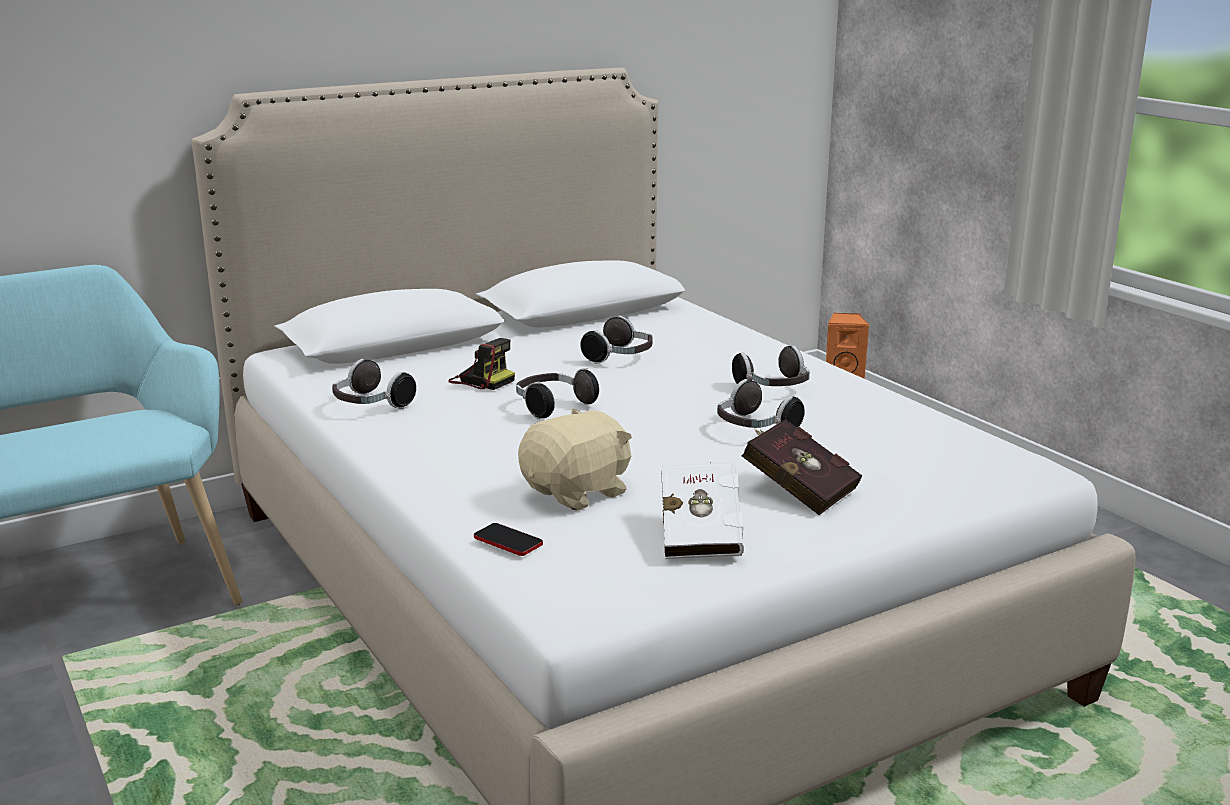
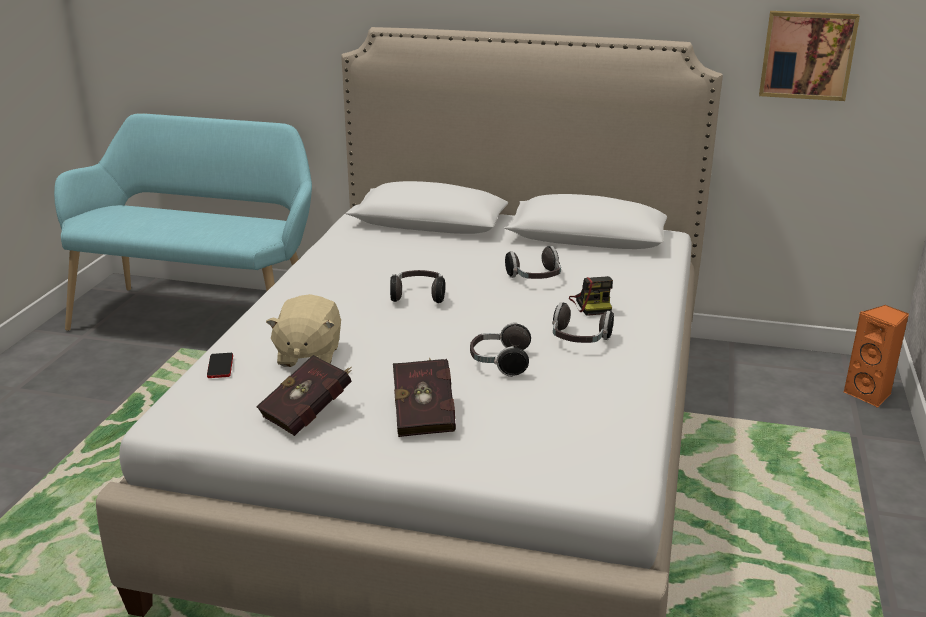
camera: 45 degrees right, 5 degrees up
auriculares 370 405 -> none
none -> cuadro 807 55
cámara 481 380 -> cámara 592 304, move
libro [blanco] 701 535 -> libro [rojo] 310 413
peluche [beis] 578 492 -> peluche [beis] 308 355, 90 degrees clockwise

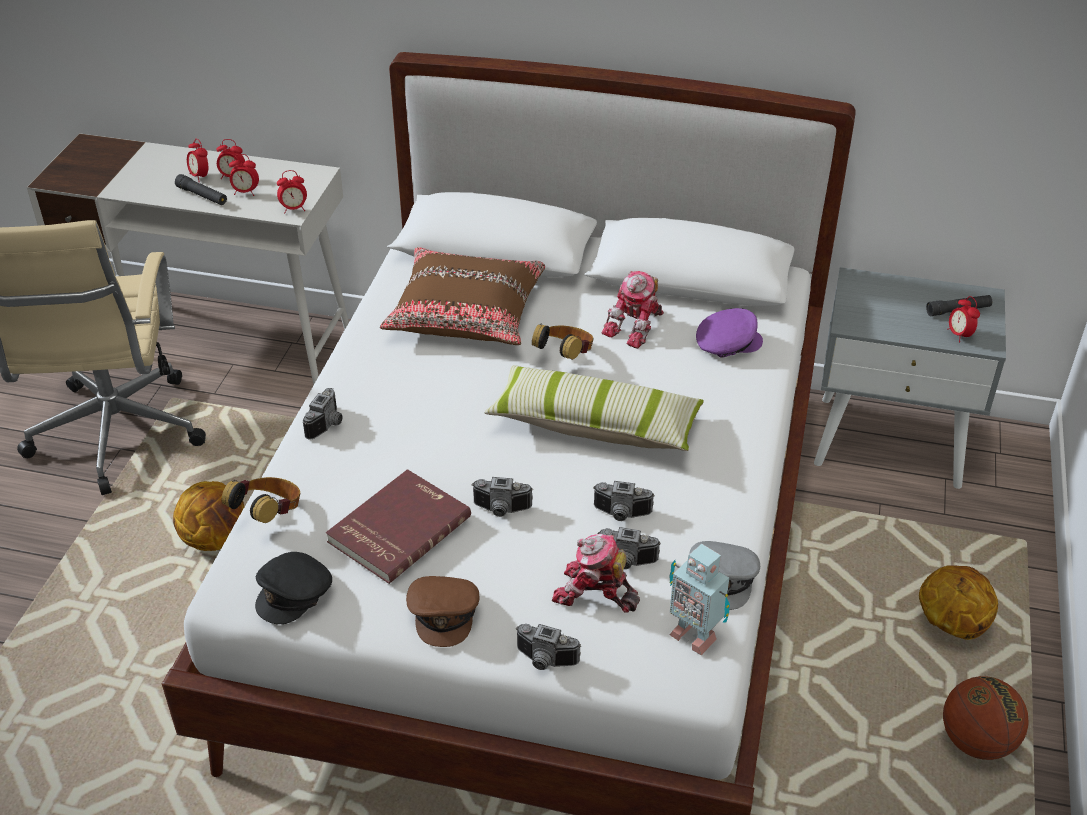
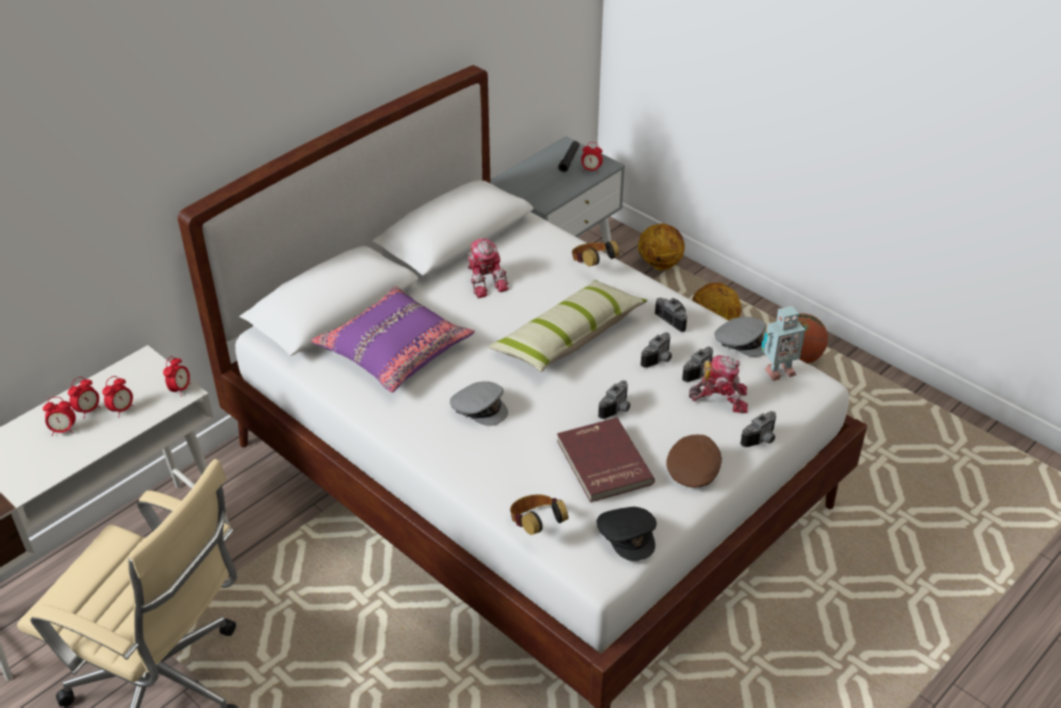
camera: 60 degrees left, 0 degrees up
linterna [negro] 202 196 -> none
gorra [morado] 727 343 -> none
none -> gorra [gris] 479 408
balón de baloncesto 216 539 -> balón de baloncesto 659 264, move
cámara 328 424 -> cámara 674 319, move
auriculares 565 357 -> auriculares 592 265, move
cojín [marrón] 467 312 -> cojín [morado] 394 350
gorra [marrón] 444 613 -> gorra [marrón] 693 469, 90 degrees counterclockwise
robot de juguete 594 594 -> robot de juguete 720 397, 135 degrees counterclockwise

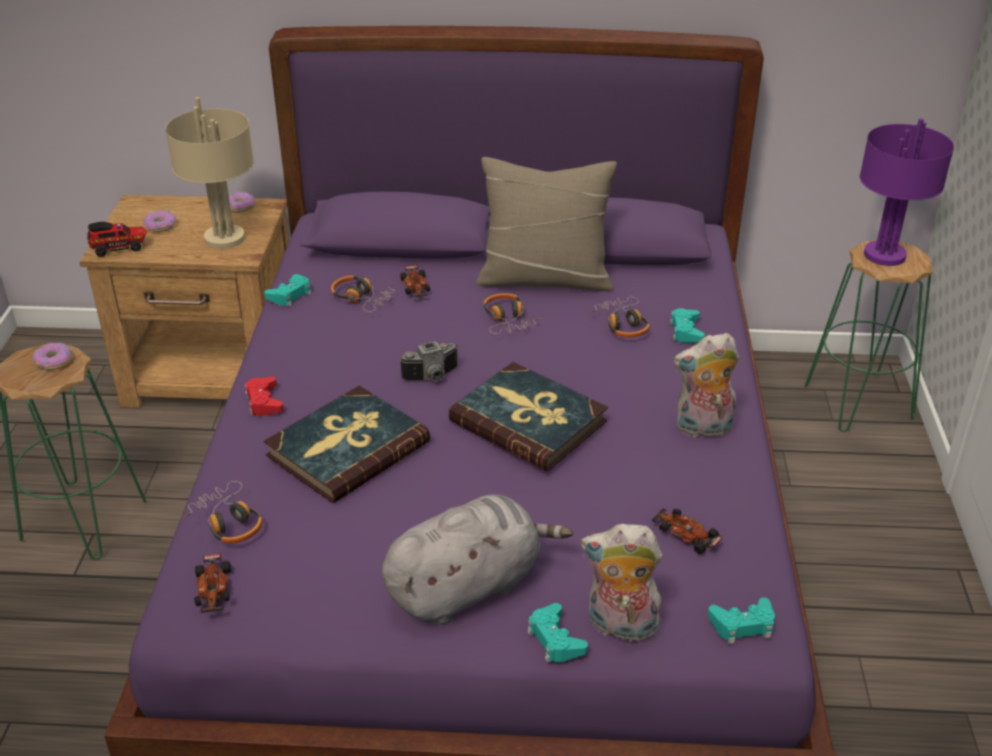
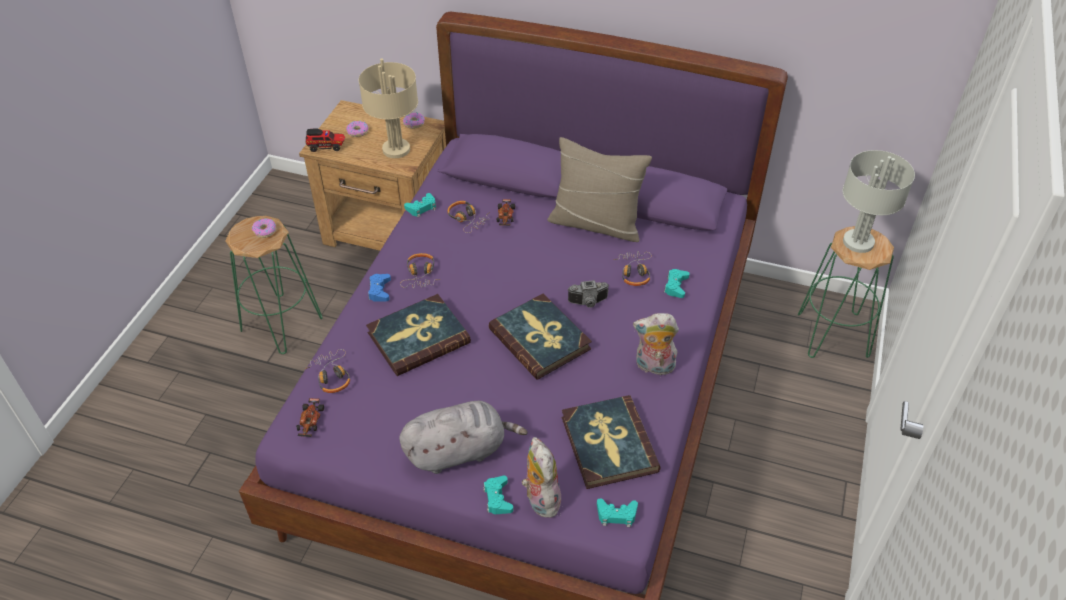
camera: 15 degrees right, 10 degrees up
cámara 432 377 -> cámara 588 303, move
auriculares 508 320 -> auriculares 420 275, move
coche de juguete 686 535 -> libro 608 444
mando de consola [rojo] 264 402 -> mando de consola [azul] 379 291
lámpara de mesa [morado] 883 255 -> lámpara de mesa [gris] 857 242
peluche 619 626 -> peluche 540 499, 45 degrees clockwise

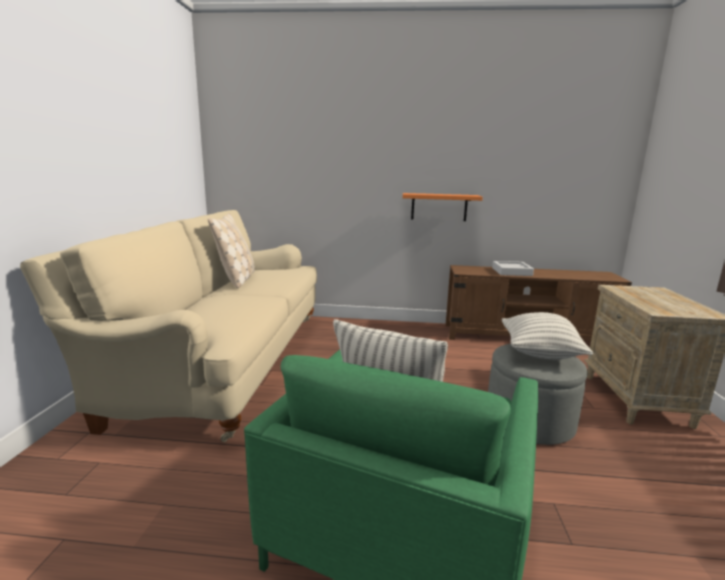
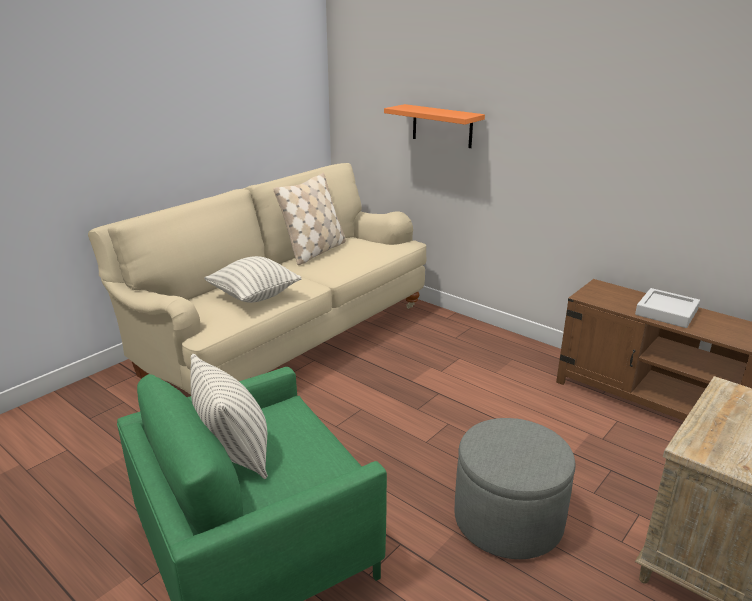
camera: 35 degrees right, 10 degrees up
estante [naranja] 439 207 -> estante [naranja] 442 126, move
cojín 540 354 -> cojín 254 296, move

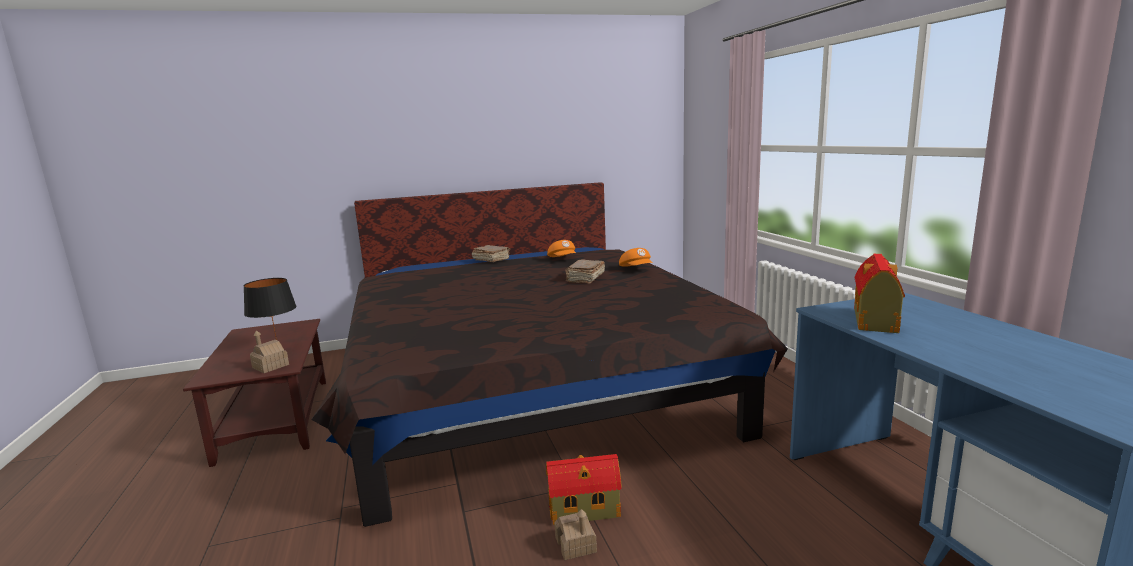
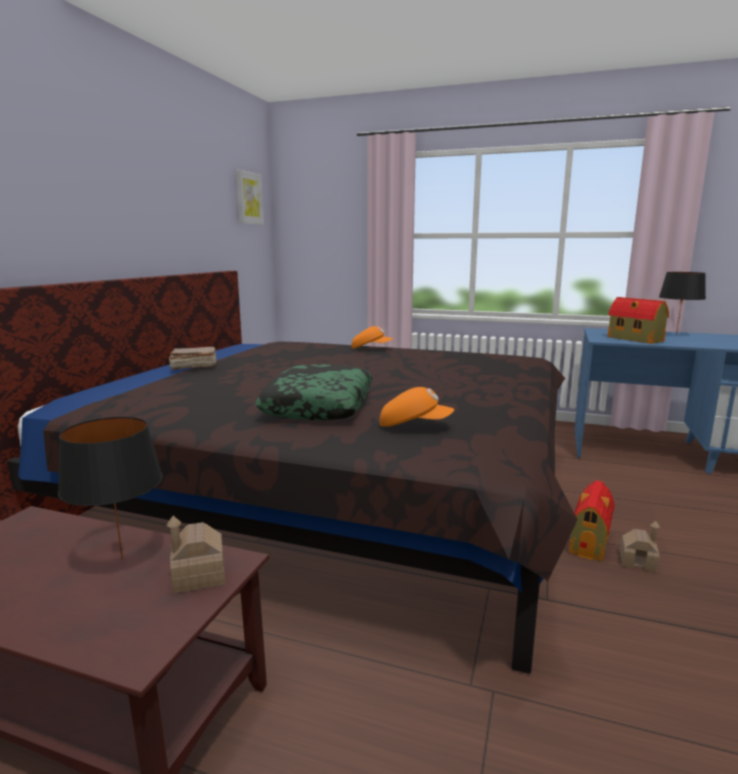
camera: 55 degrees left, 0 degrees up
libro [marrón] 585 278 -> none
none -> cuadro 248 198
none -> cojín 319 405
none -> lámpara de mesa [negro] 676 334
gorra [naranja] 563 259 -> gorra [naranja] 414 425, move

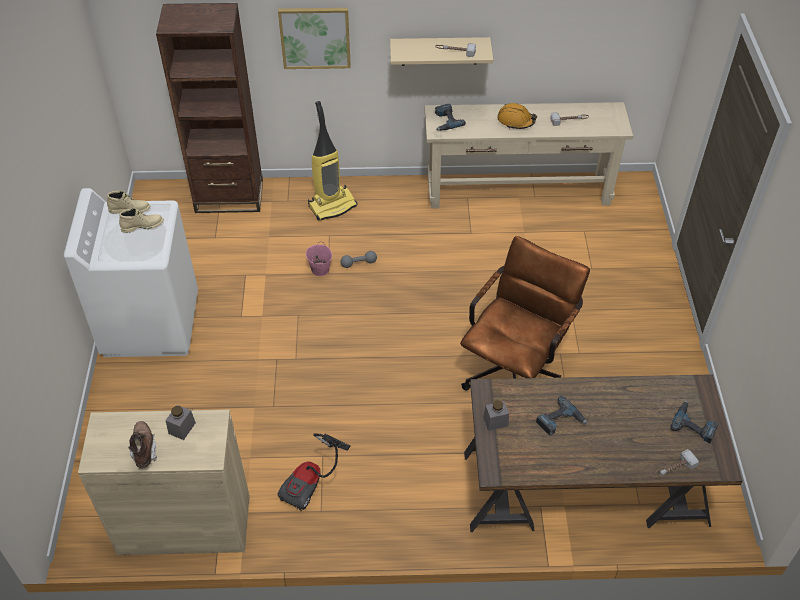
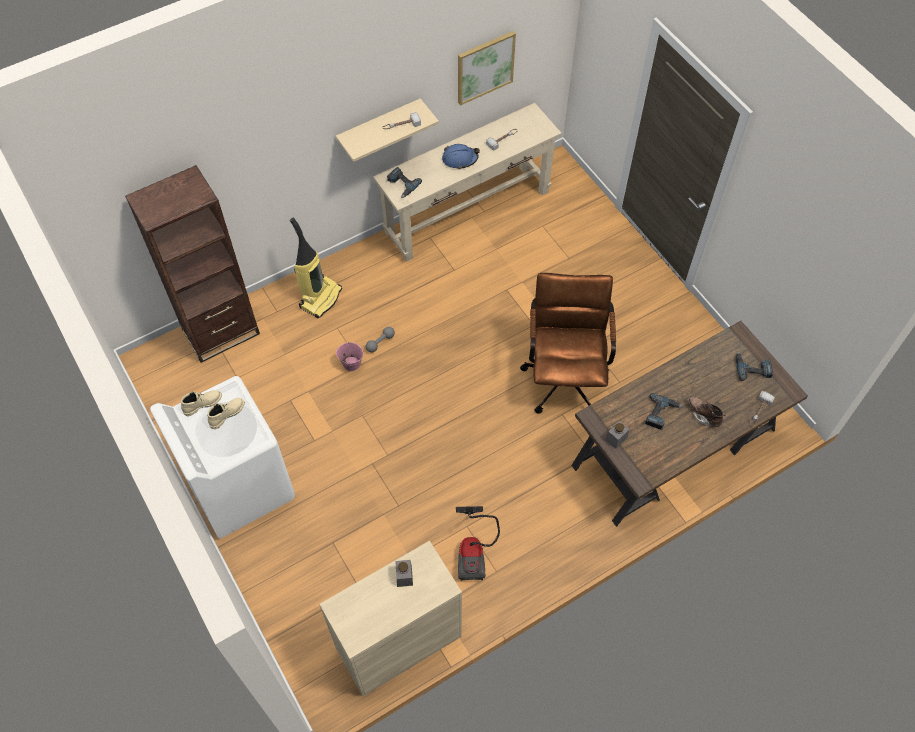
camera: 30 degrees left, 10 degrees up
bota [marrón] 143 449 -> bota [marrón] 703 415, move
cuadro 315 37 -> cuadro 485 67, move
casco [naranja] 515 121 -> casco [azul] 460 159

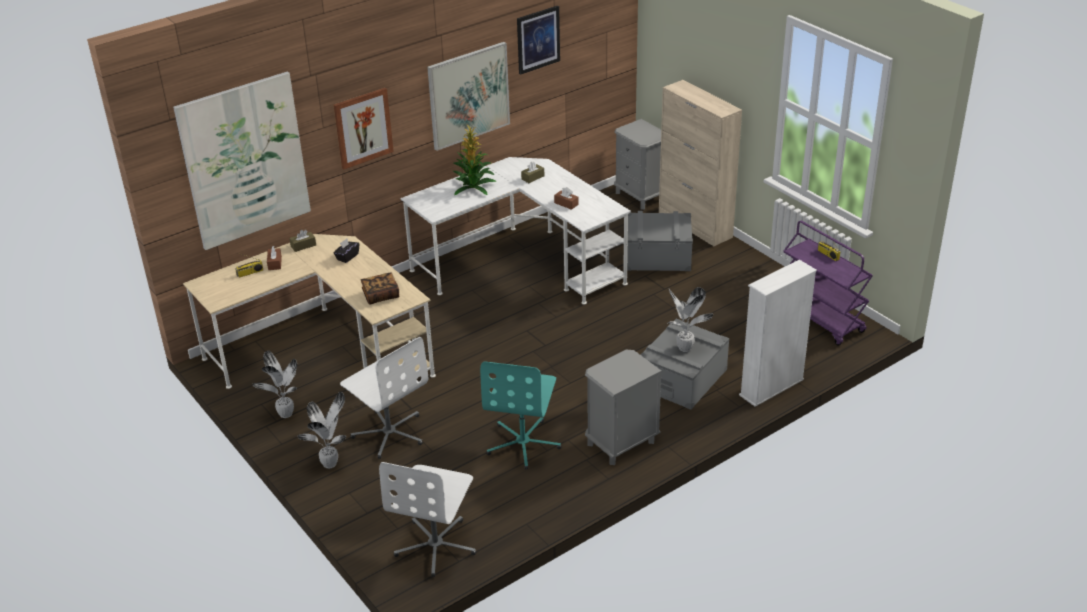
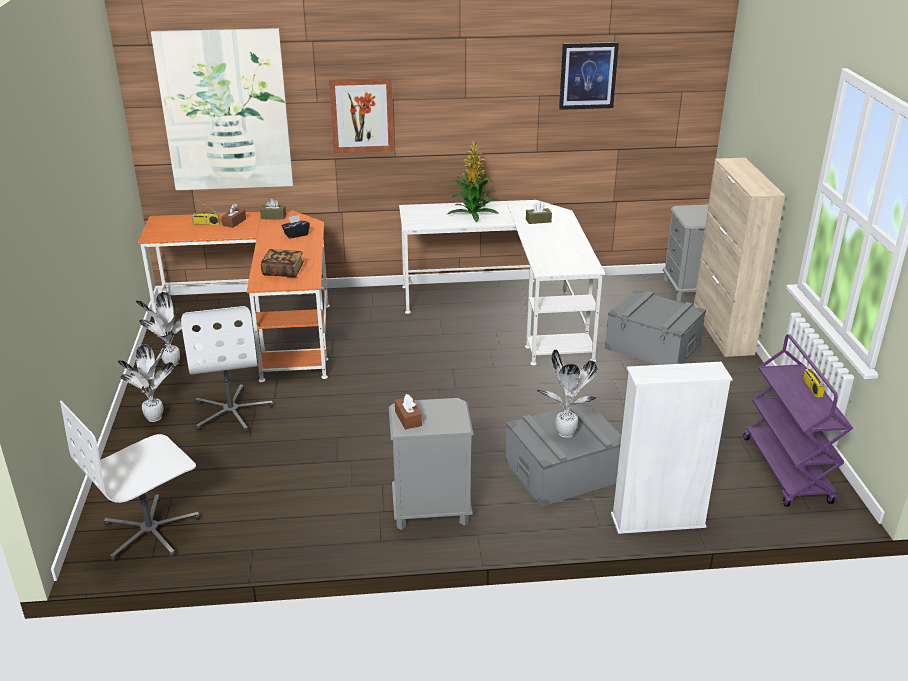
camera: 30 degrees right, 5 degrees down
cuadro 468 95 -> none
silla de oficina [turquesa] 523 443 -> none
caja de pañuelos [marrón] 566 204 -> caja de pañuelos [marrón] 408 418, move
escritorio [beis] 325 350 -> escritorio [naranja] 261 325

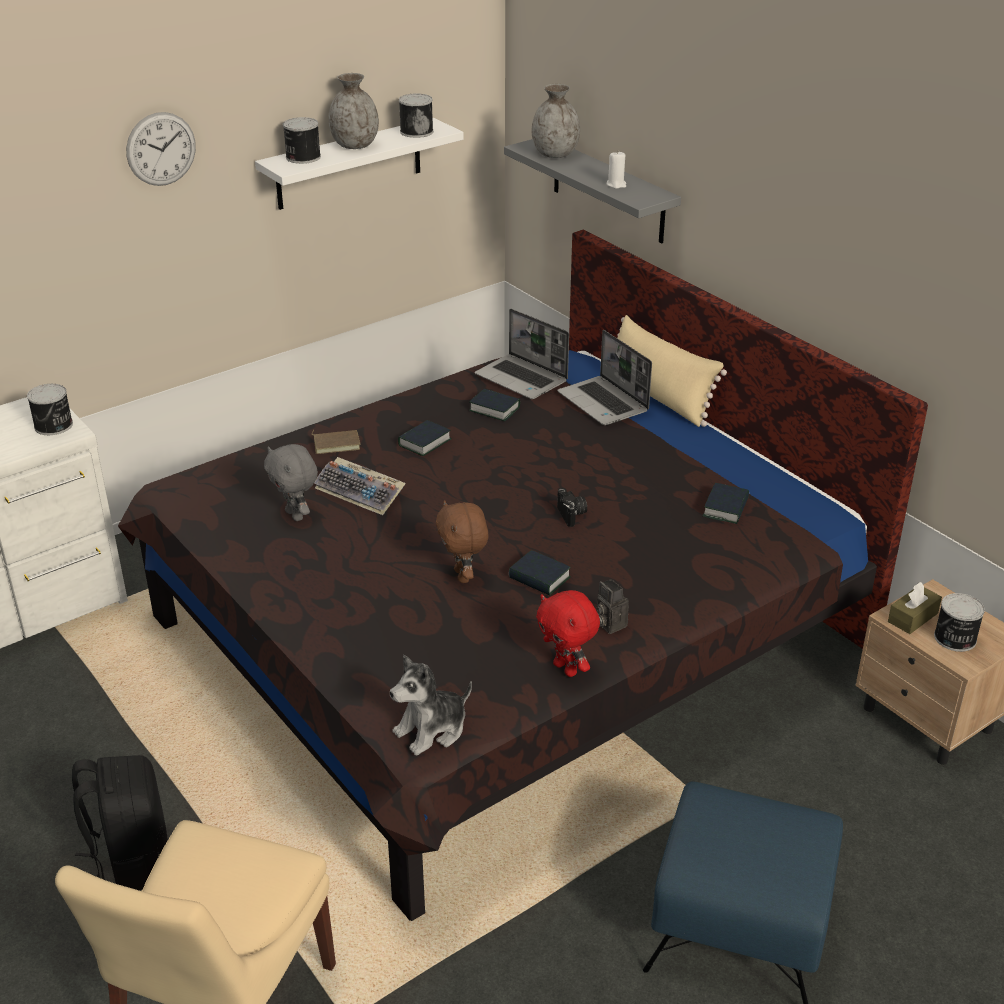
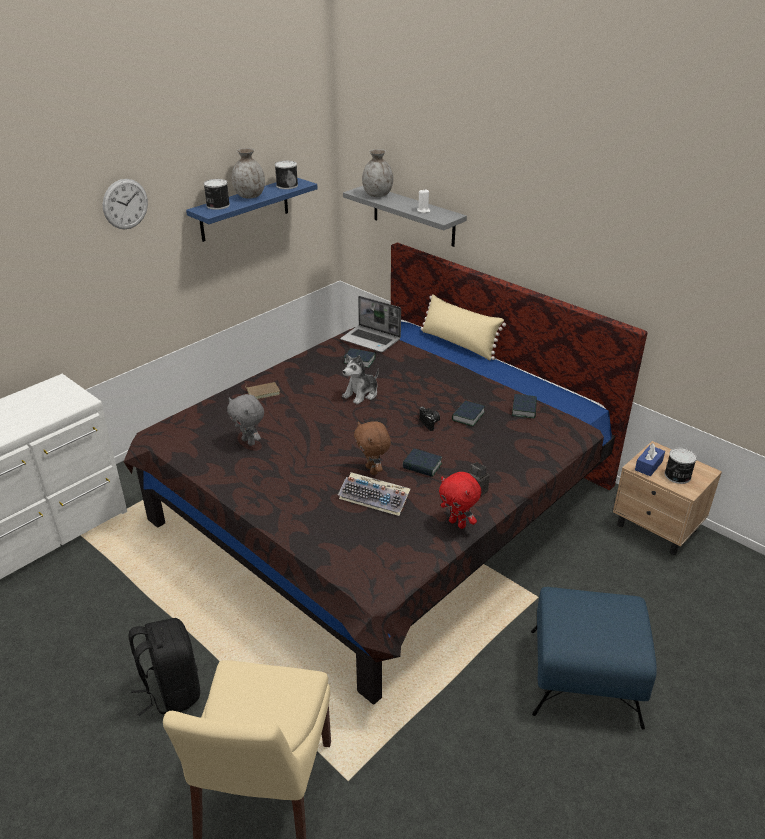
camera: 10 degrees left, 0 degrees up
lata 54 426 -> none
portátil 604 403 -> none
teclado 361 492 -> teclado 375 498, move
peluche 432 730 -> peluche 361 394, move
libro 424 442 -> libro 468 416, move
estante [blanco] 349 164 -> estante [azul] 244 209
caja de pañuelos [marrón] 912 617 -> caja de pañuelos [azul] 648 465

